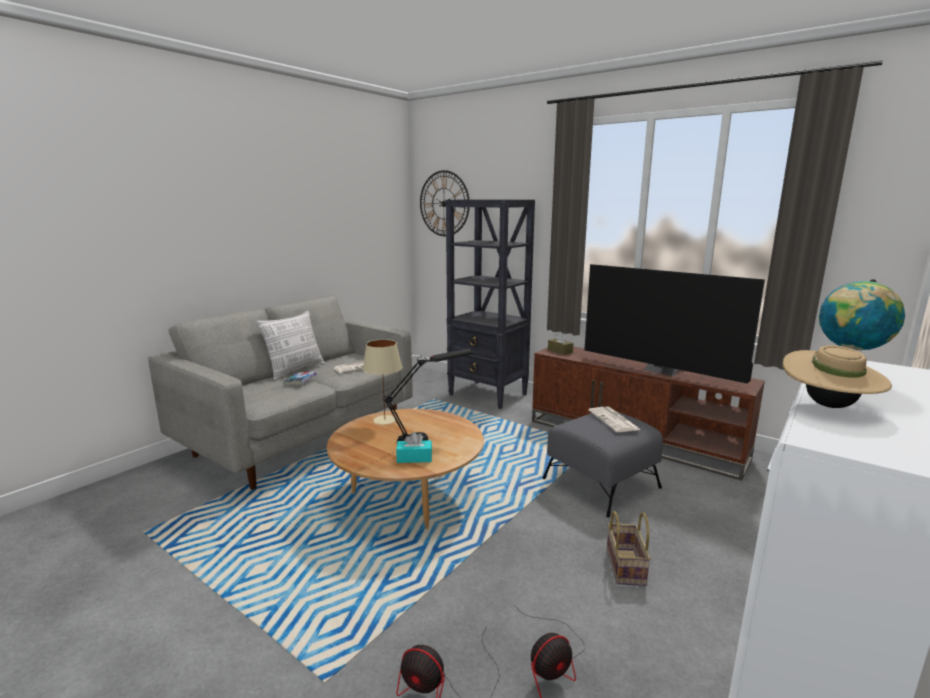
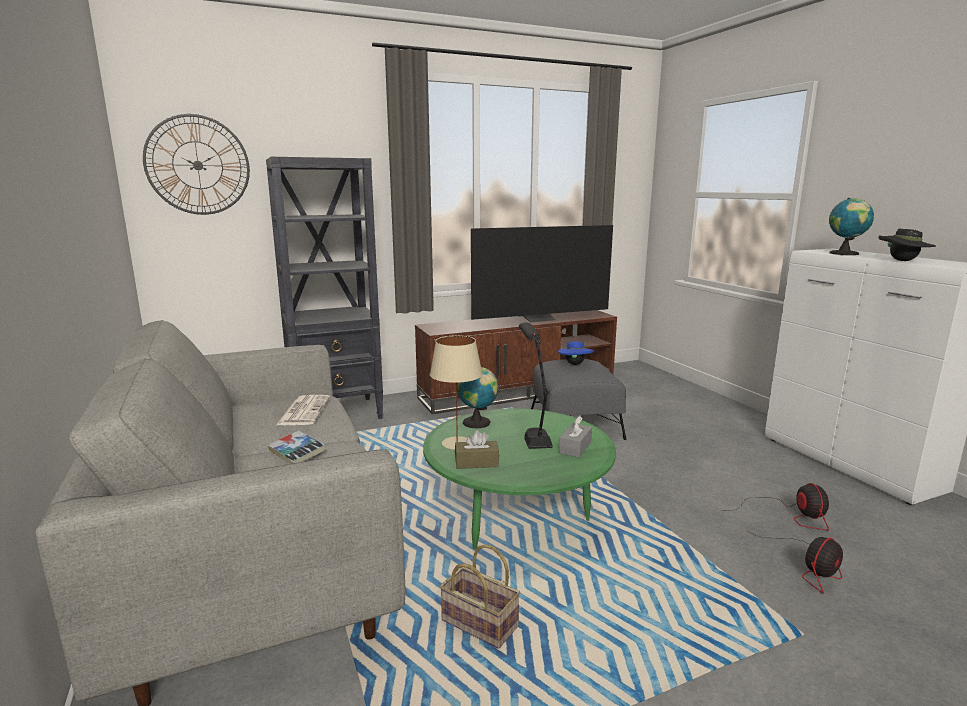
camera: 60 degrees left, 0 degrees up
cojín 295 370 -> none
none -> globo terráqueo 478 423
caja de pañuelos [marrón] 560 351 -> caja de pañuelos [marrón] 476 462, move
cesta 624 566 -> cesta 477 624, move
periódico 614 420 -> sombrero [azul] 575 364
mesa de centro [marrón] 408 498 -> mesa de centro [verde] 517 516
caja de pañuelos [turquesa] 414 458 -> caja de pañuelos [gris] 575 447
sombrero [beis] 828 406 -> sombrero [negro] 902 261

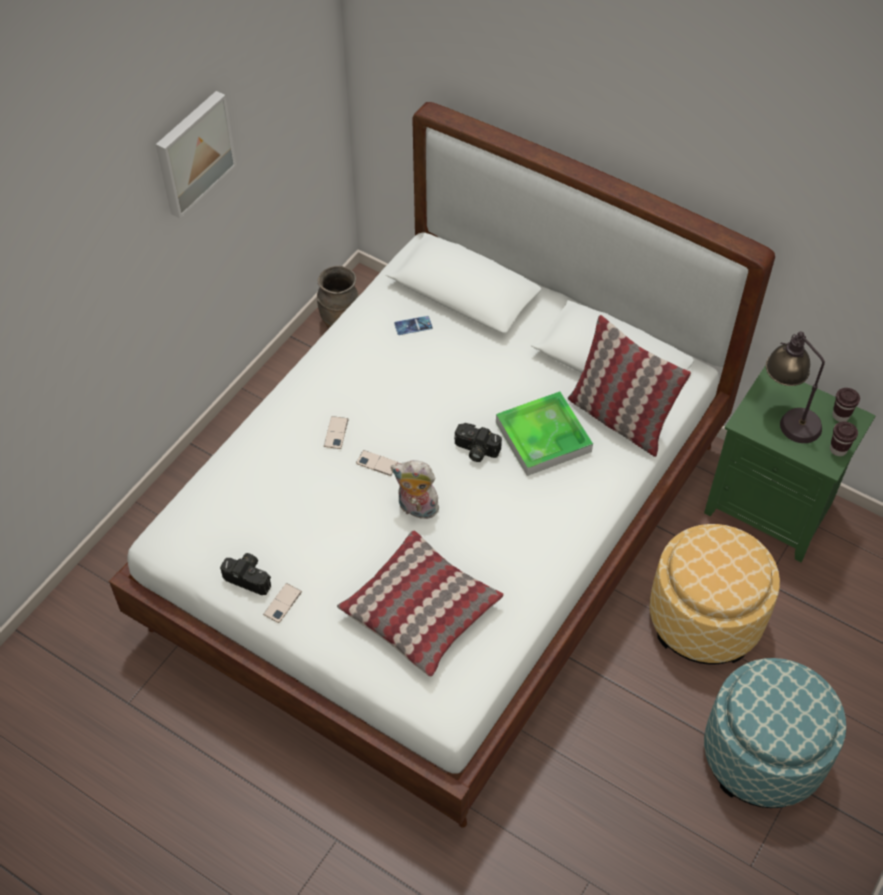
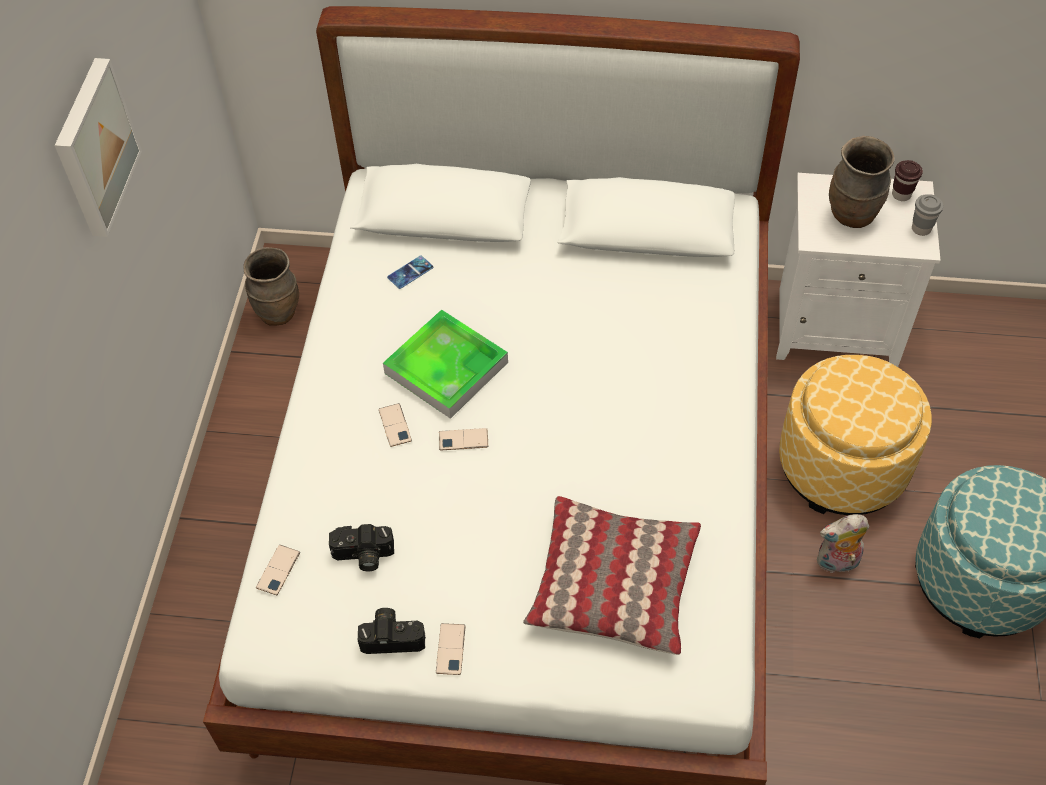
camera: 25 degrees left, 0 degrees up
cojín 619 419 -> none
none -> móvil 278 570
peluche 416 509 -> peluche 837 563, move
cámara 475 450 -> cámara 363 556, move
bandeja 543 437 -> bandeja 446 368, move
lámpara de mesa 787 417 -> florero [marrón] 852 216
mesita de noche [verde] 772 508 -> mesita de noche [blanco] 837 326
taza [marrón] 838 449 -> taza [gris] 921 229

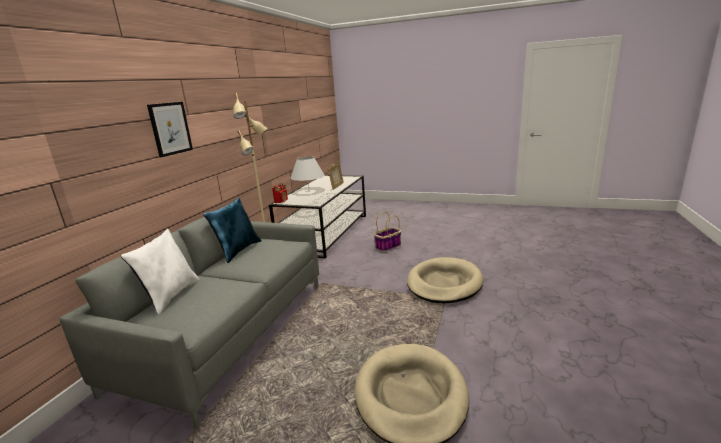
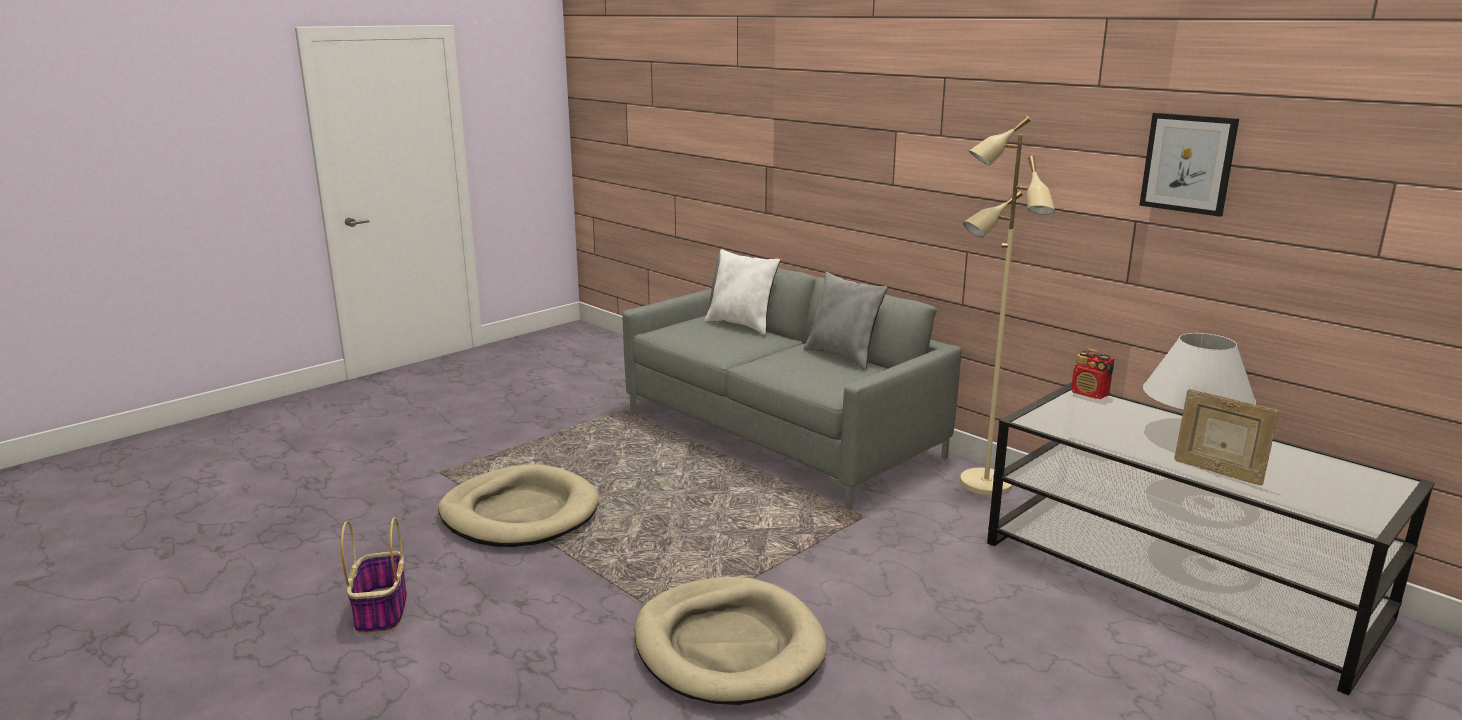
camera: 115 degrees right, 0 degrees up
cuadro 170 128 -> cuadro 1188 163, move
cesta 388 246 -> cesta 381 611, move
cojín [azul] 238 251 -> cojín [gris] 843 357

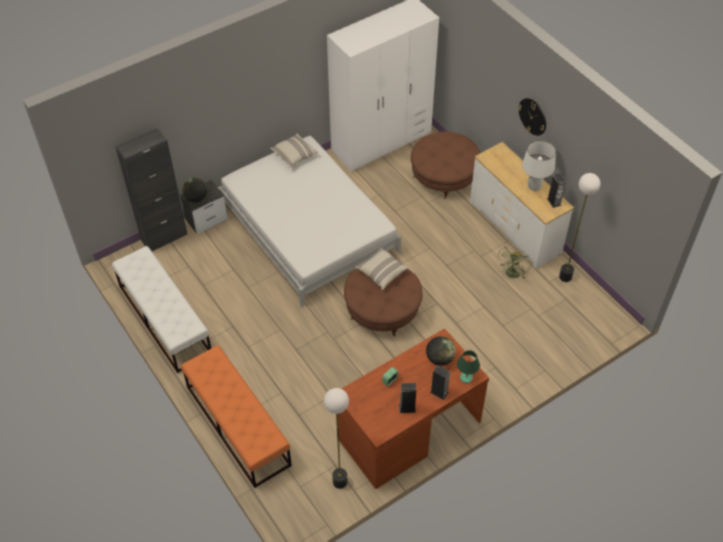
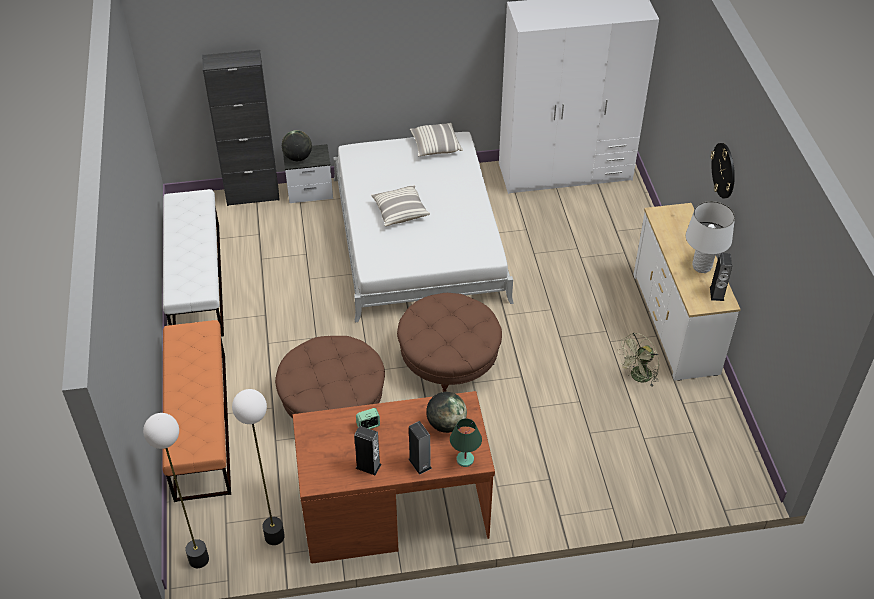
camera: 25 degrees right, 5 degrees down
cojín 381 272 -> cojín 400 211, move
puf [marrón] 443 176 -> puf [marrón] 333 403, move
lámpara de pie 565 277 -> lámpara de pie 198 559, move

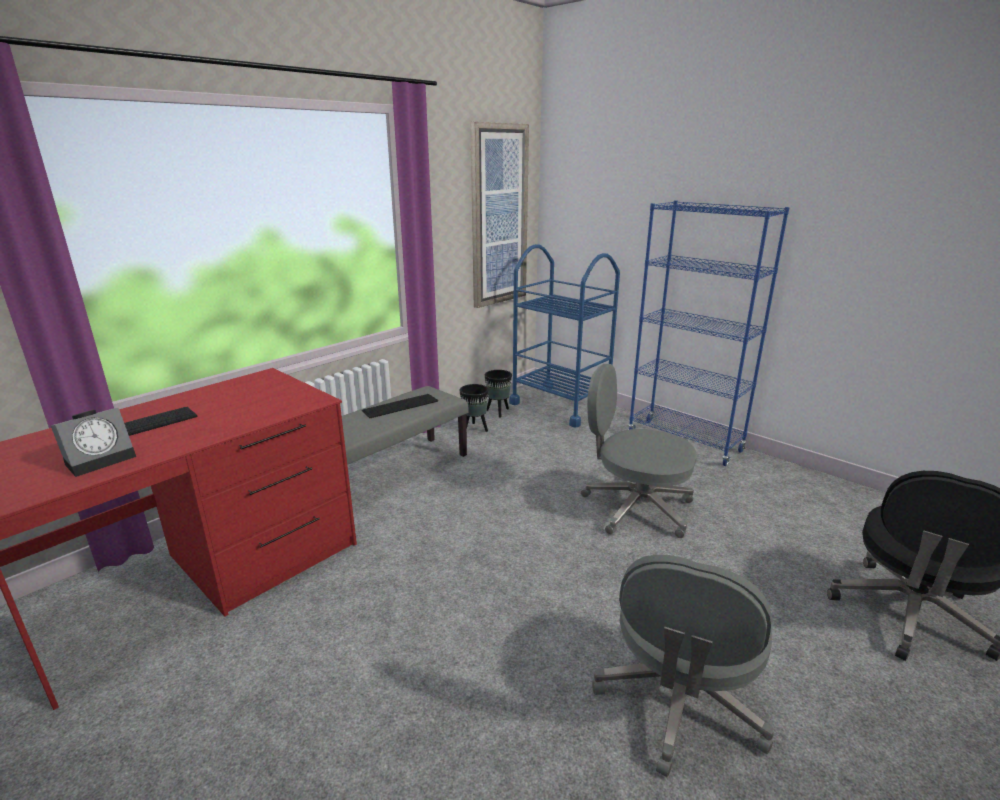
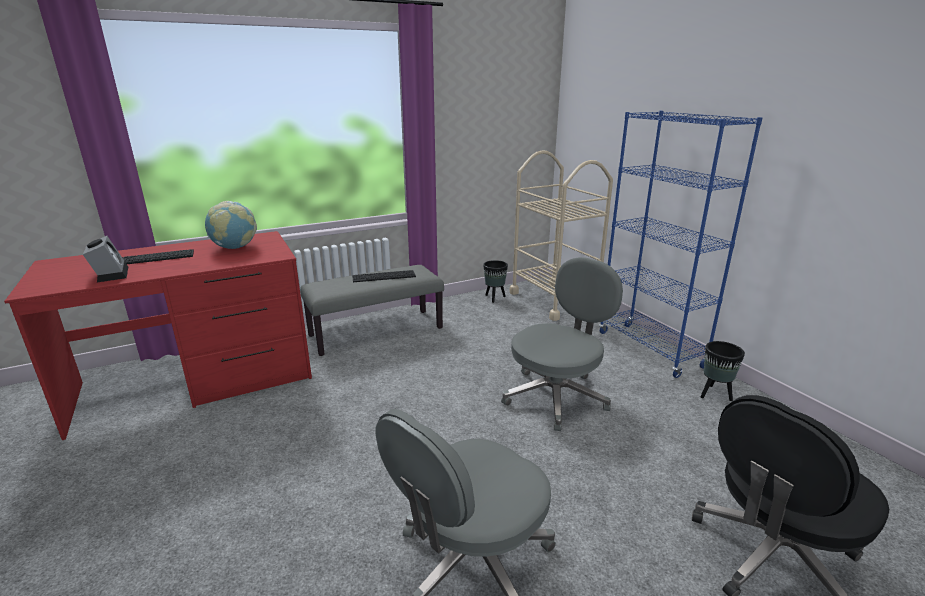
camera: 20 degrees right, 0 degrees up
cuadro 498 217 -> none
none -> globo terráqueo 235 248
maceta [negro] 474 429 -> maceta [negro] 714 394, move
carrito [azul] 560 405 -> carrito [beis] 553 300
despertador 102 459 -> despertador 110 274, 90 degrees counterclockwise
silla de oficina [gris] 635 507 -> silla de oficina [gris] 556 396, 90 degrees clockwise

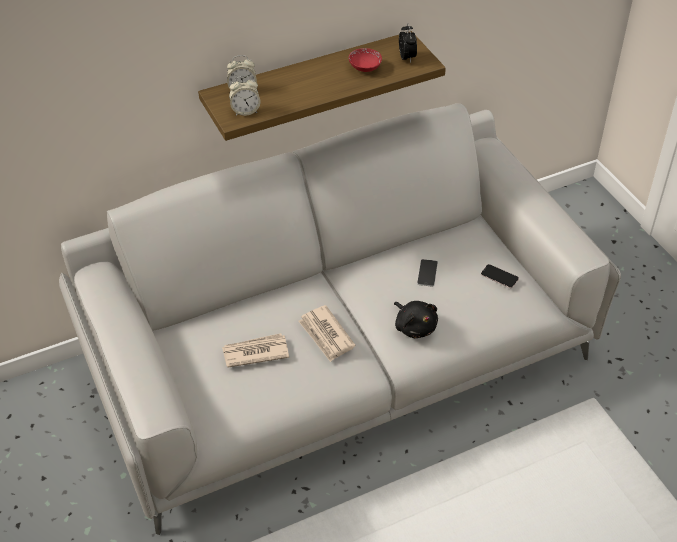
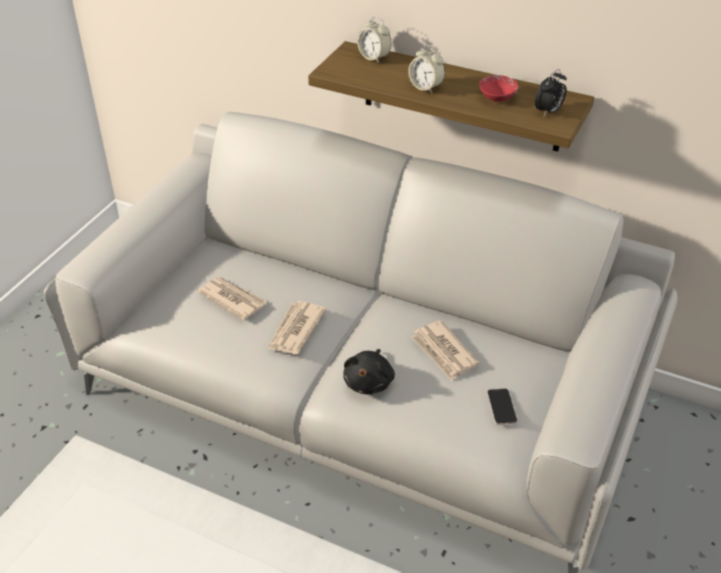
camera: 50 degrees right, 5 degrees down
despertador 245 111 -> despertador 425 87, move
móvil 427 273 -> periódico 444 352

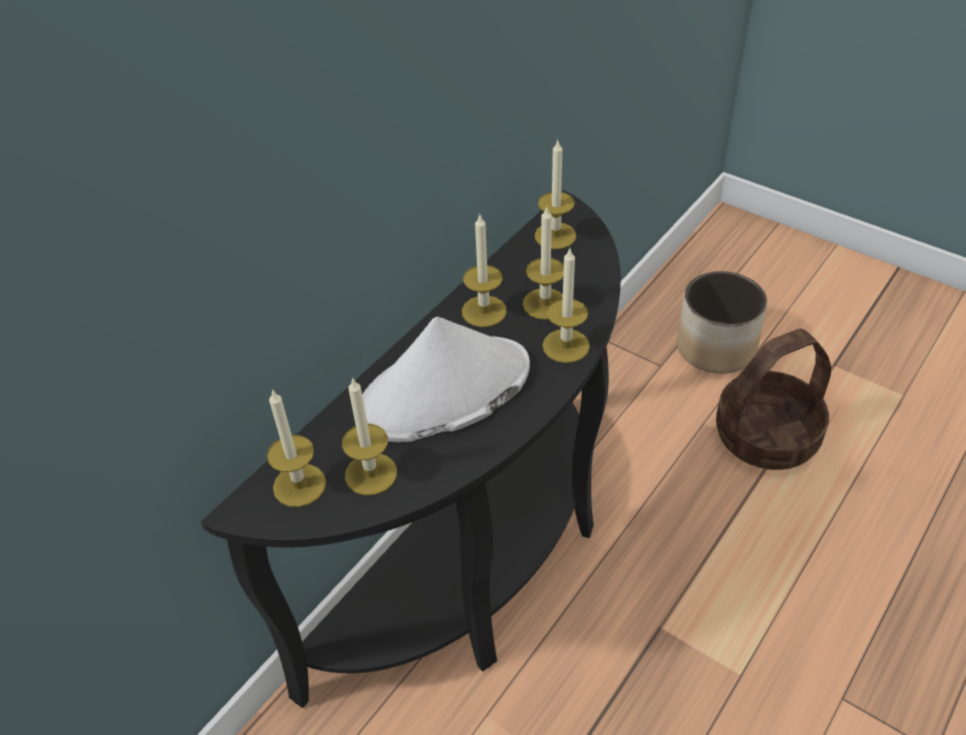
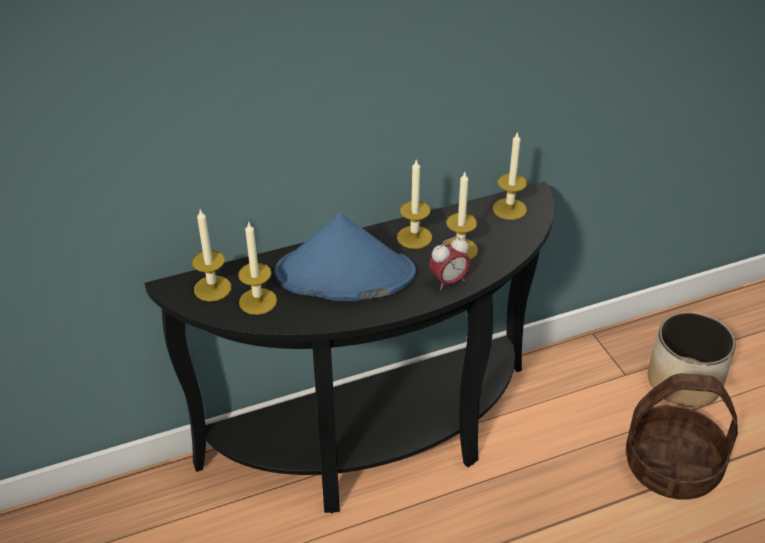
camera: 30 degrees right, 5 degrees down
vela 566 346 -> despertador 448 282
sombrero [blanco] 444 391 -> sombrero [azul] 344 274

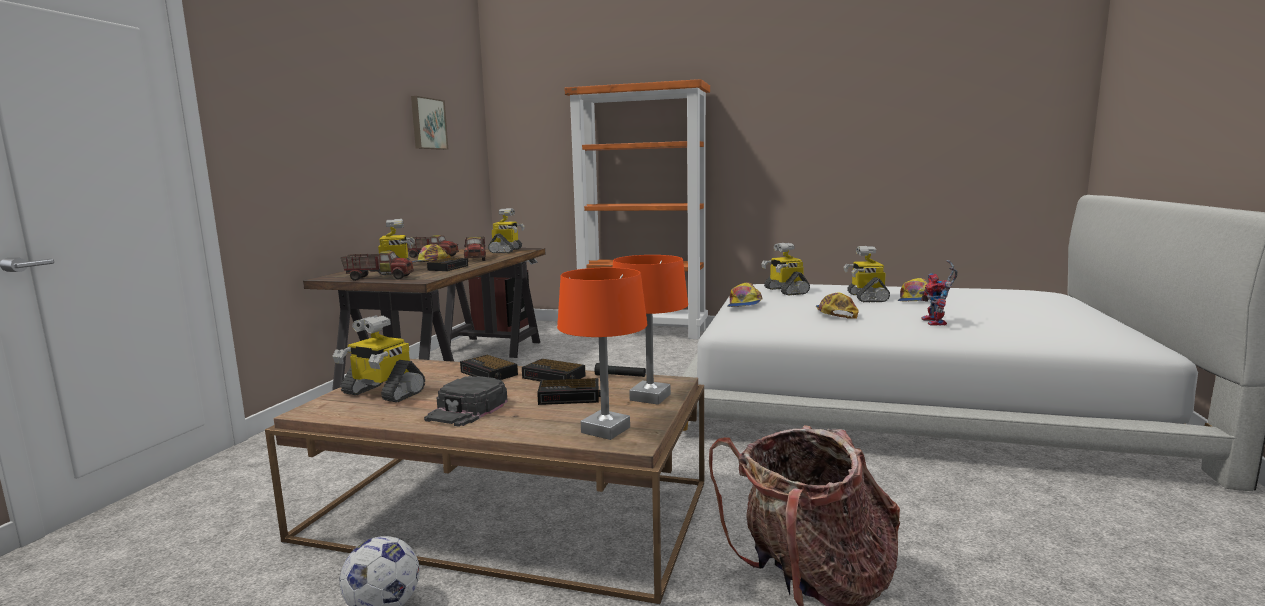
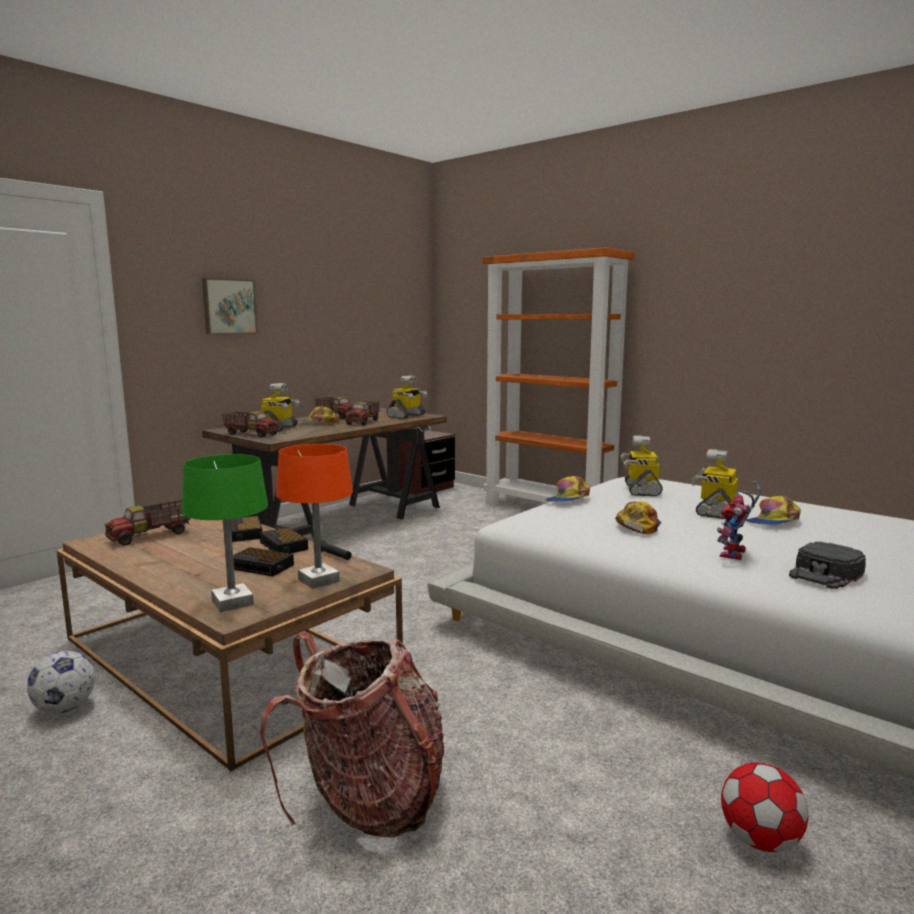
camera: 25 degrees right, 0 degrees up
despertador 448 268 -> none
none -> balón de fútbol 760 840
cuadro 427 124 -> cuadro 229 306, move
gorra [negro] 467 410 -> gorra [negro] 826 574, move
robot de juguete 382 393 -> camión de juguete 151 536
lámpara de mesa [naranja] 605 430 -> lámpara de mesa [verde] 232 602

